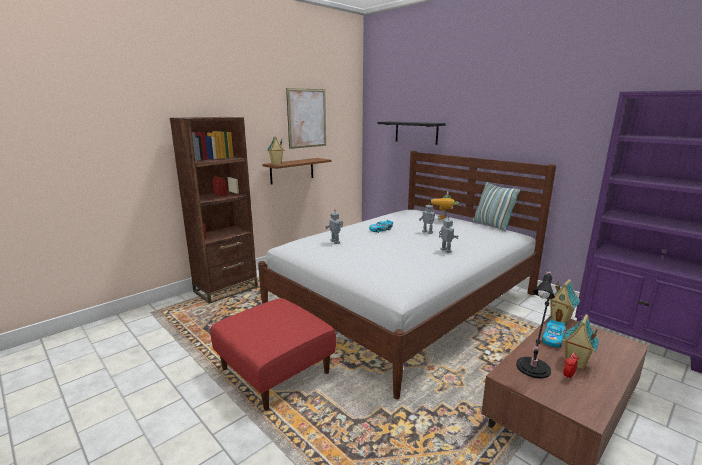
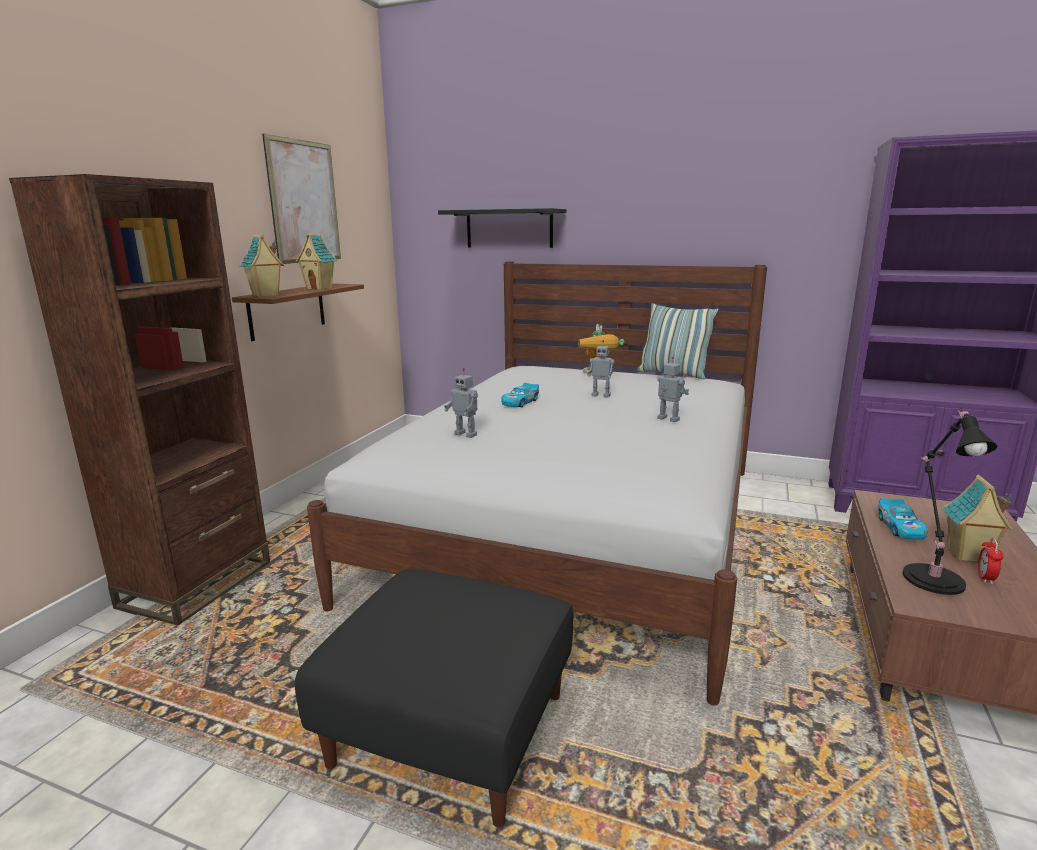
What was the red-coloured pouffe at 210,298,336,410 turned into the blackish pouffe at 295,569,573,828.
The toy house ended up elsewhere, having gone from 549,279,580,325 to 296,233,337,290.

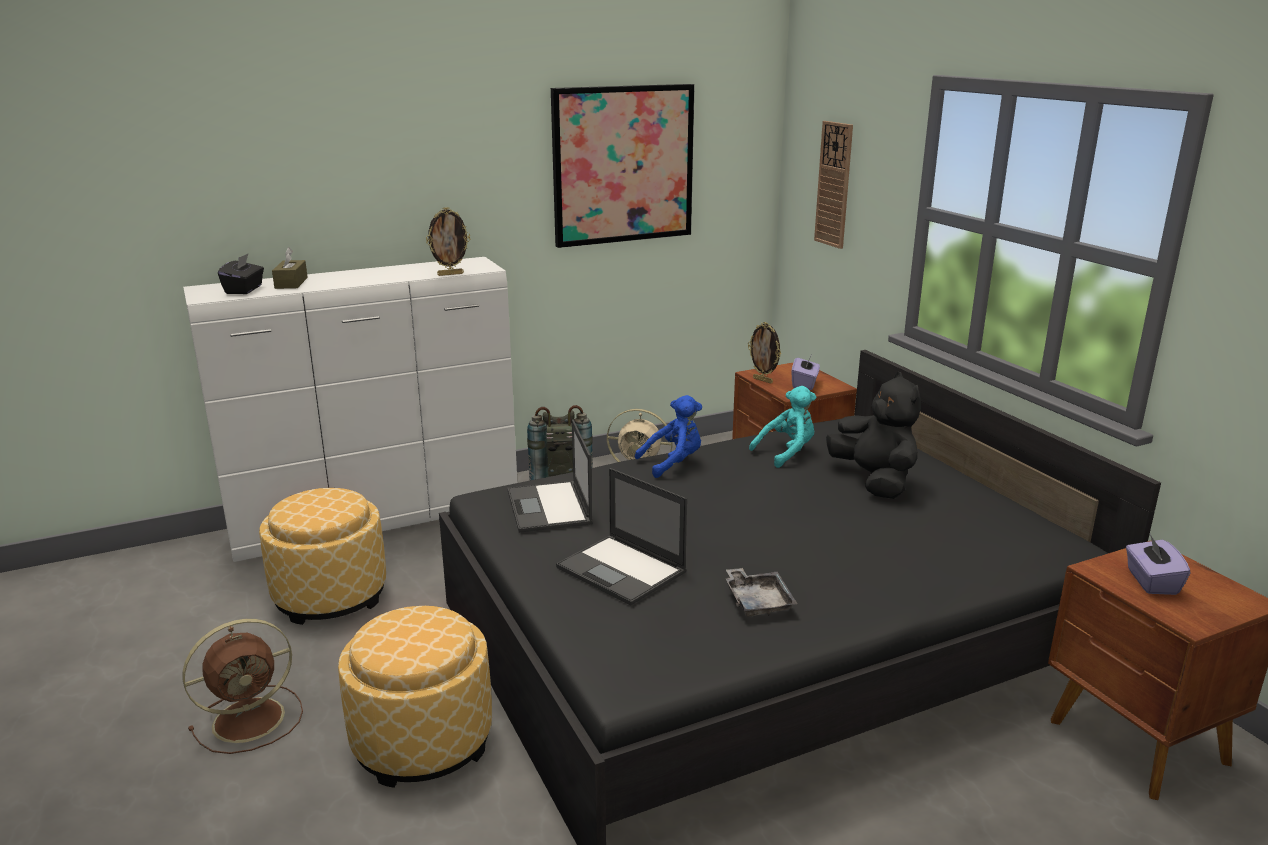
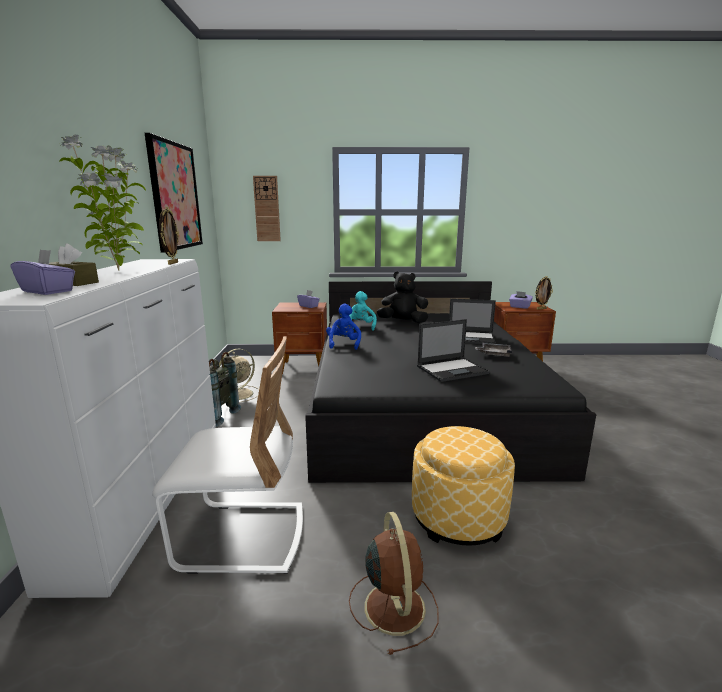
What was the blackish tissue holder at 218,254,264,294 turned into the purplish tissue holder at 11,249,75,295.
The second view gained the plant in a pot at 59,135,146,271.
Where the pouffe stood at 259,488,386,625, the white-coloured upright chair came to stand at 152,336,303,574.
The notebook computer ended up elsewhere, having gone from 508,419,593,533 to 449,299,496,344.
The photo frame ended up elsewhere, having gone from 748,322,781,383 to 536,276,553,310.

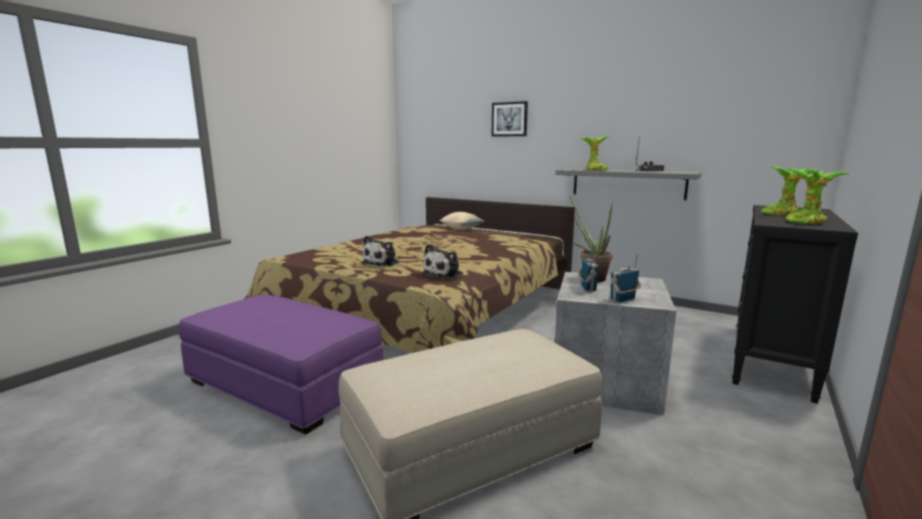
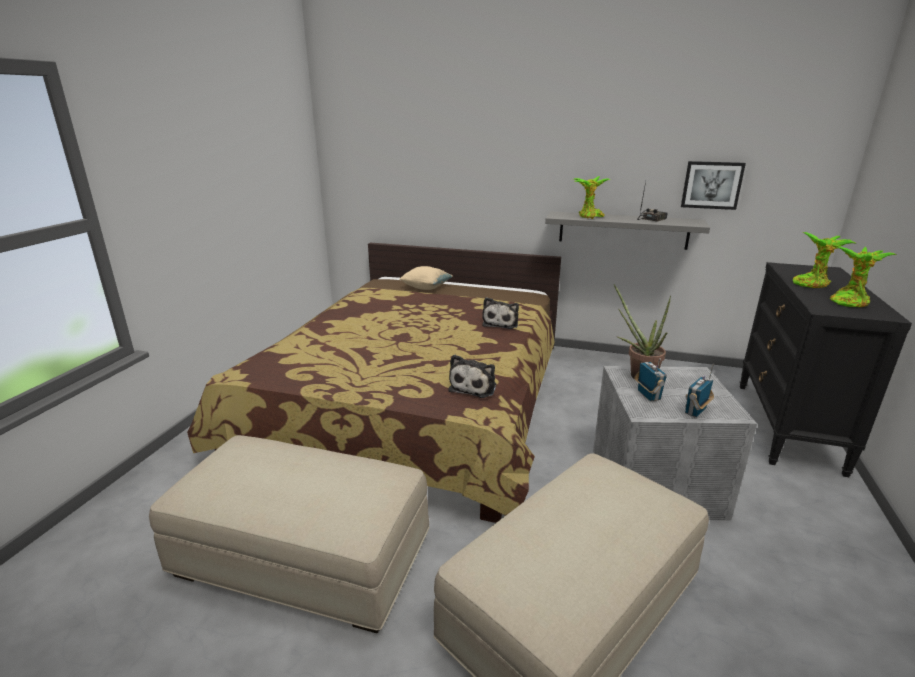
What was the purplish pouffe at 179,294,383,434 turned into the sand-coloured pouffe at 149,435,430,633.
The soft toy ended up elsewhere, having gone from 361,236,400,267 to 482,297,519,329.
The wall art ended up elsewhere, having gone from 491,101,528,137 to 681,161,746,210.

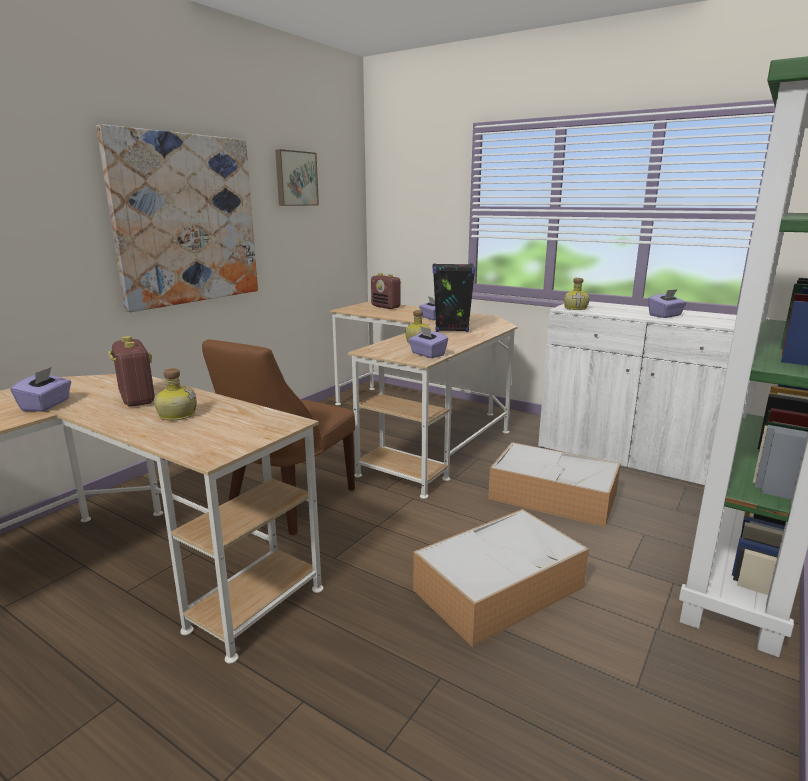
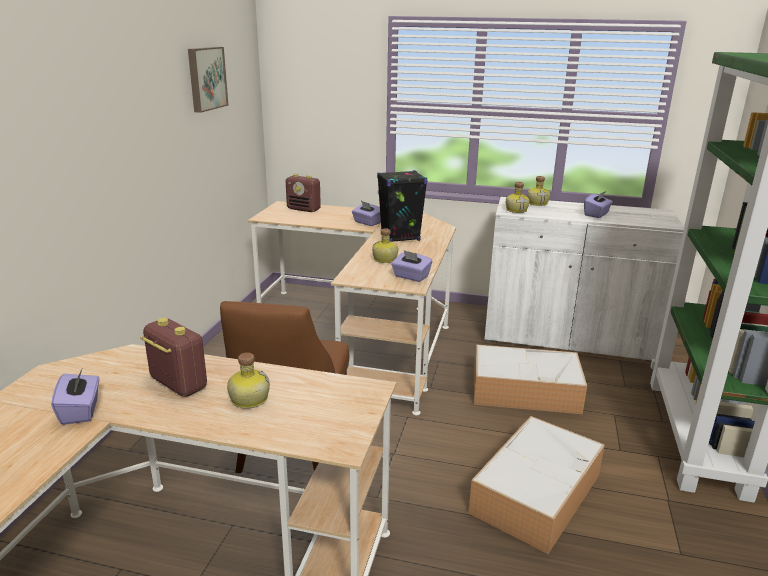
The second view gained the drink bottle at 527,176,550,206.
The second view lost the wall art at 96,124,258,312.

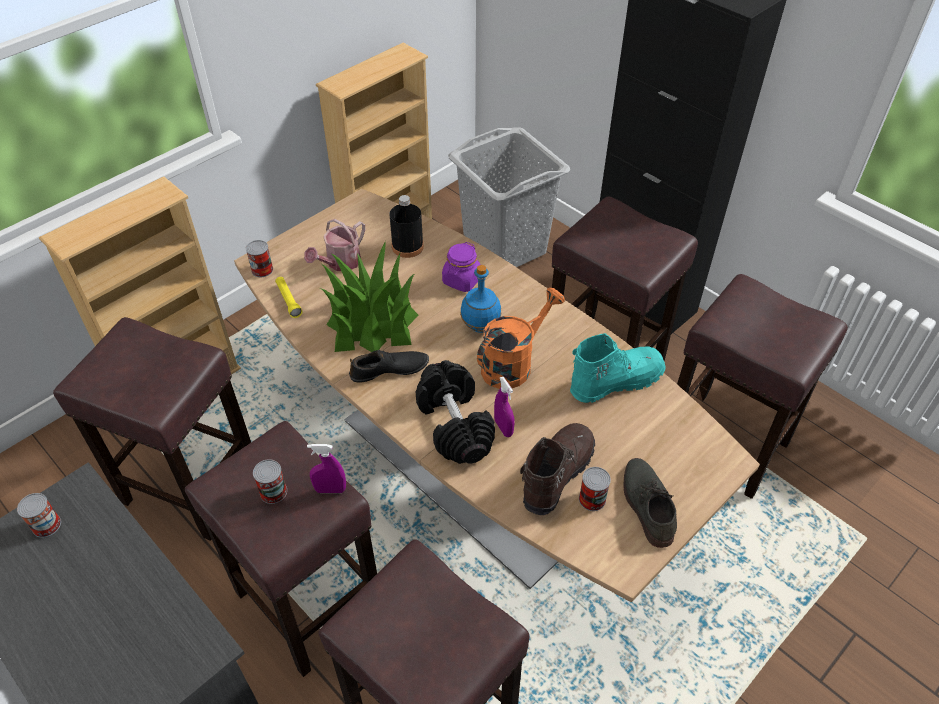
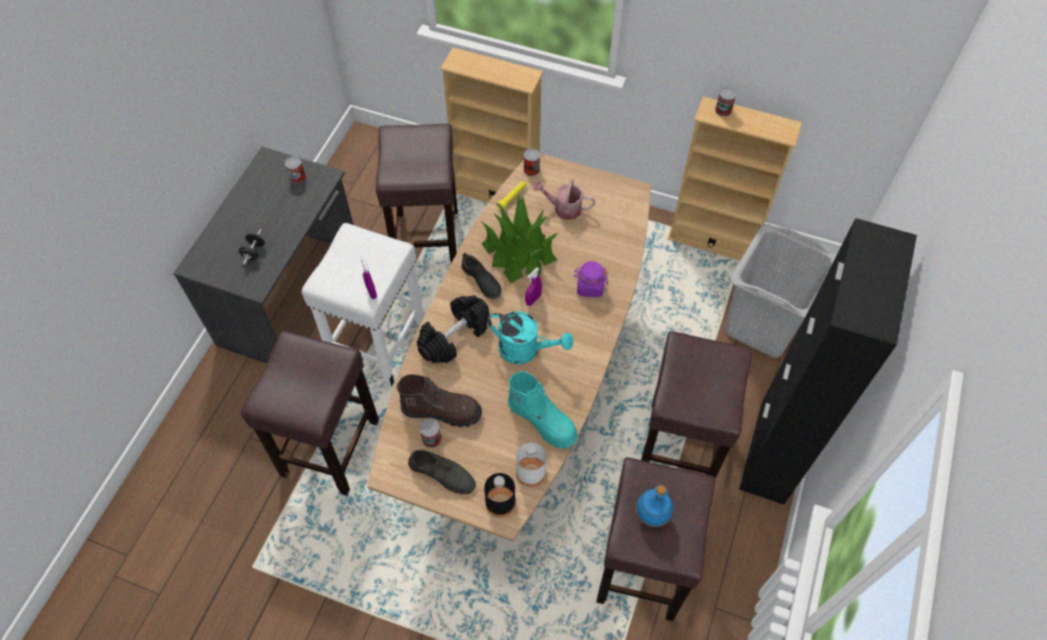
The second view gained the blackish dumbbell at 239,229,265,265.
What was the brown-coloured sitting stool at 185,421,377,677 turned into the white-coloured sitting stool at 302,223,424,387.
The gray shoe at 623,458,677,548 ended up facing another way, 60 degrees clockwise from before.
The blackish drink bottle ended up elsewhere, having gone from 389,195,424,258 to 484,473,516,517.
What was the orange watering can at 477,287,565,389 turned into the blue-green watering can at 488,311,573,364.
The second view gained the white-coloured drink bottle at 516,443,546,487.
The purplish spray bottle ended up elsewhere, having gone from 494,377,515,437 to 525,268,542,306.
The blue drink bottle ended up elsewhere, having gone from 460,265,501,333 to 636,485,673,527.
The metal can ended up elsewhere, having gone from 253,459,287,504 to 715,87,737,117.

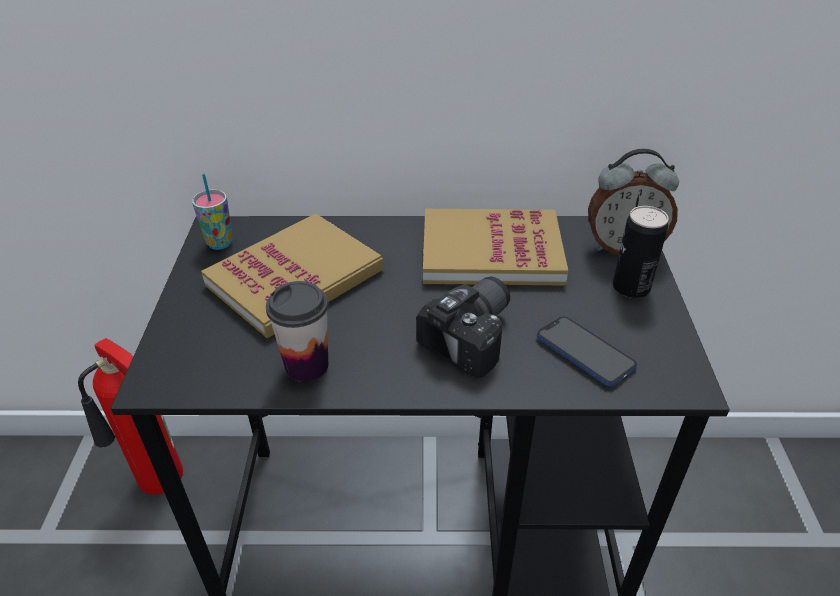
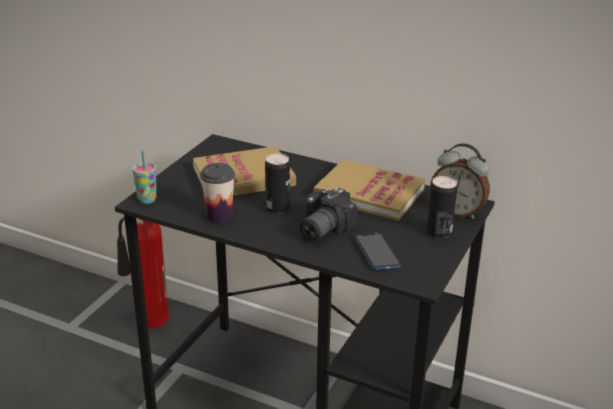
The drinking cup ended up elsewhere, having gone from 192,174,233,250 to 133,150,157,204.
The second view gained the metal can at 265,153,290,214.
The photo camera at 416,277,510,378 ended up facing another way, 150 degrees clockwise from before.

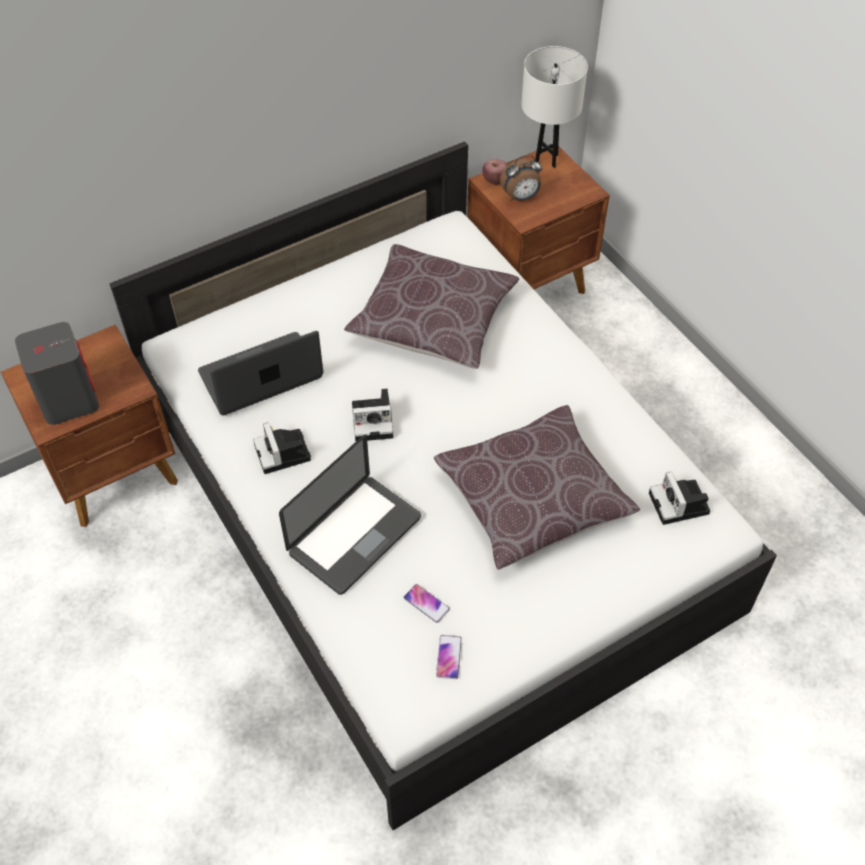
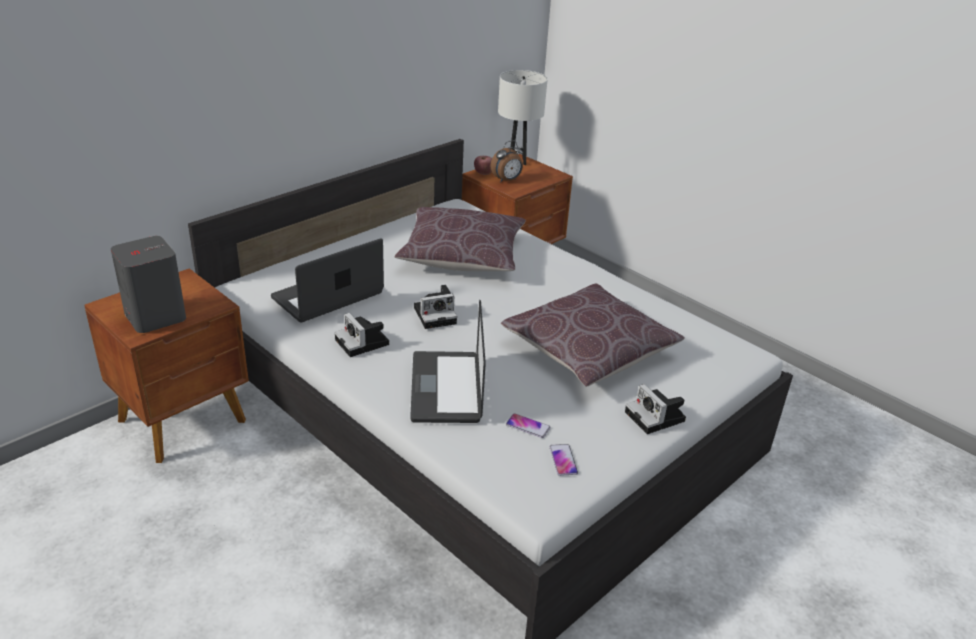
The notebook computer at 279,434,421,595 ended up facing another way, 150 degrees clockwise from before.
The photo camera ended up elsewhere, having gone from 649,471,710,525 to 625,384,686,434.

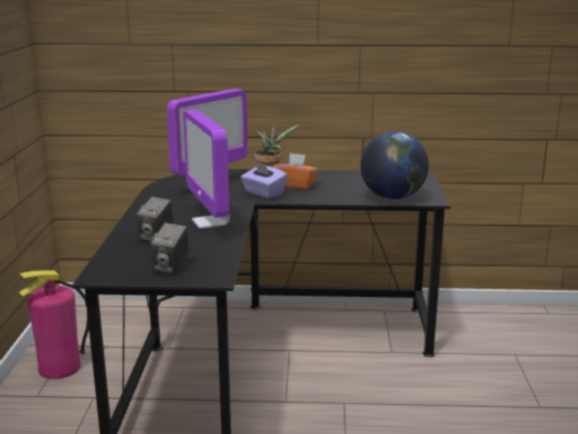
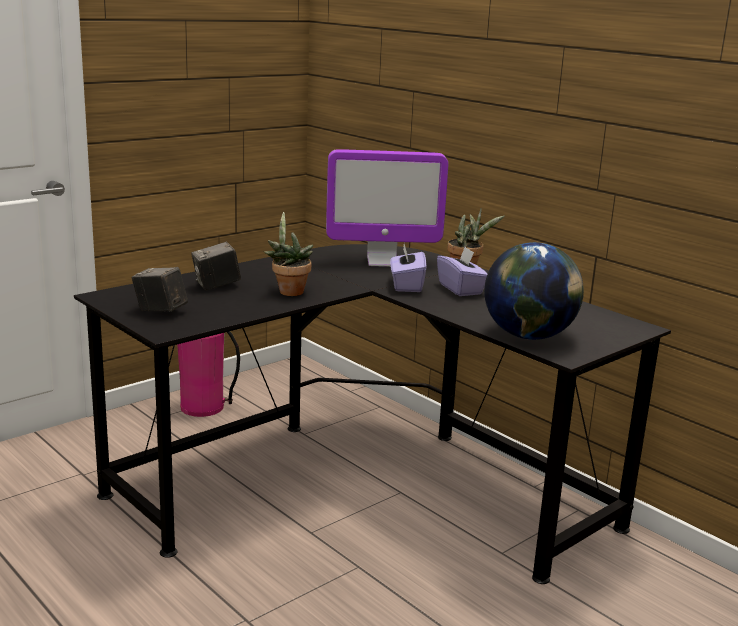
The photo camera at 151,223,189,274 ended up facing another way, 60 degrees clockwise from before.
Where the computer screen stood at 183,110,230,229, the plant in a pot came to stand at 263,212,313,296.
What was the orange tissue holder at 273,153,318,189 turned into the purplish tissue holder at 437,247,488,296.

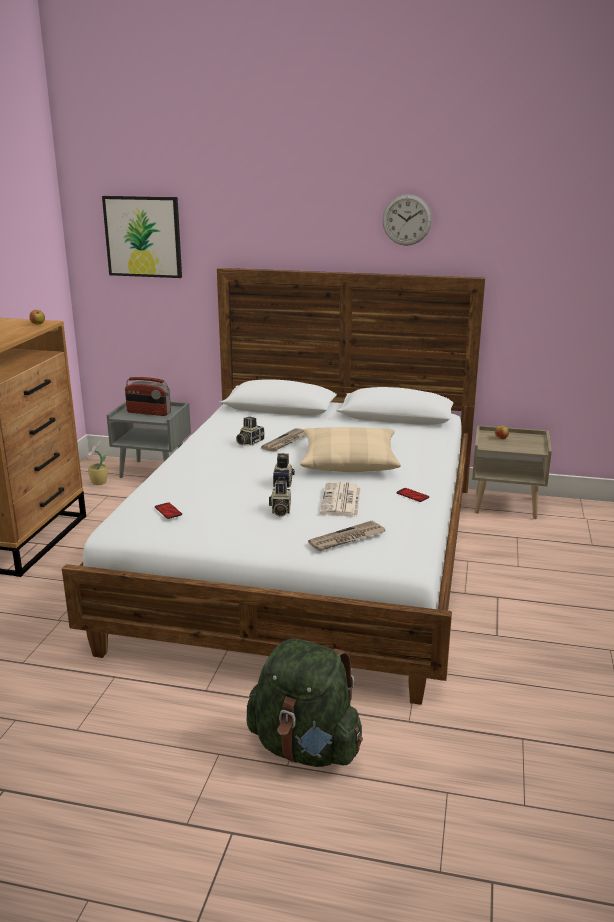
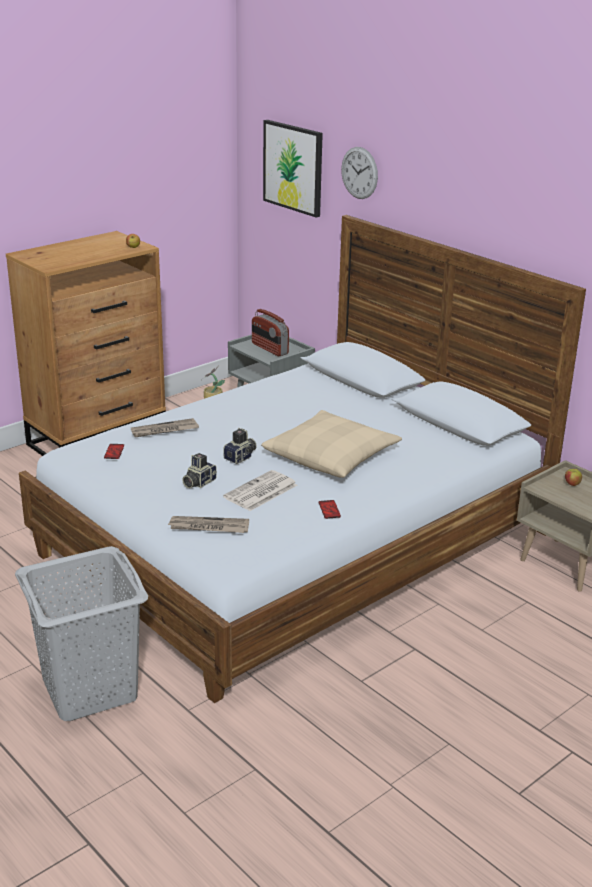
Where the green knapsack stood at 247,638,363,767, the gray washing basket came to stand at 15,546,148,721.
The daily paper ended up elsewhere, having gone from 261,428,306,452 to 131,418,199,437.
The hanging clock ended up elsewhere, having gone from 382,194,432,246 to 341,147,378,199.
The second view lost the photo camera at 236,417,265,445.

